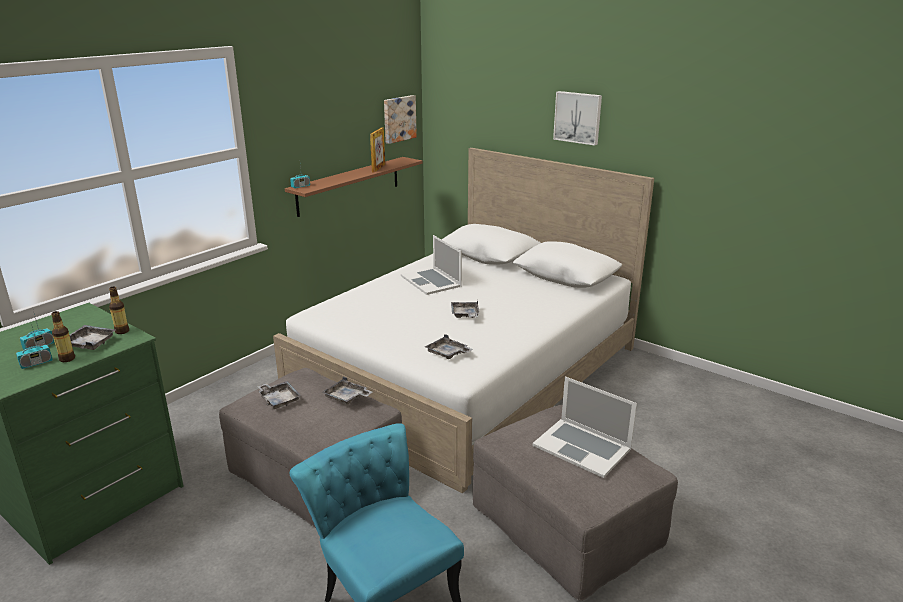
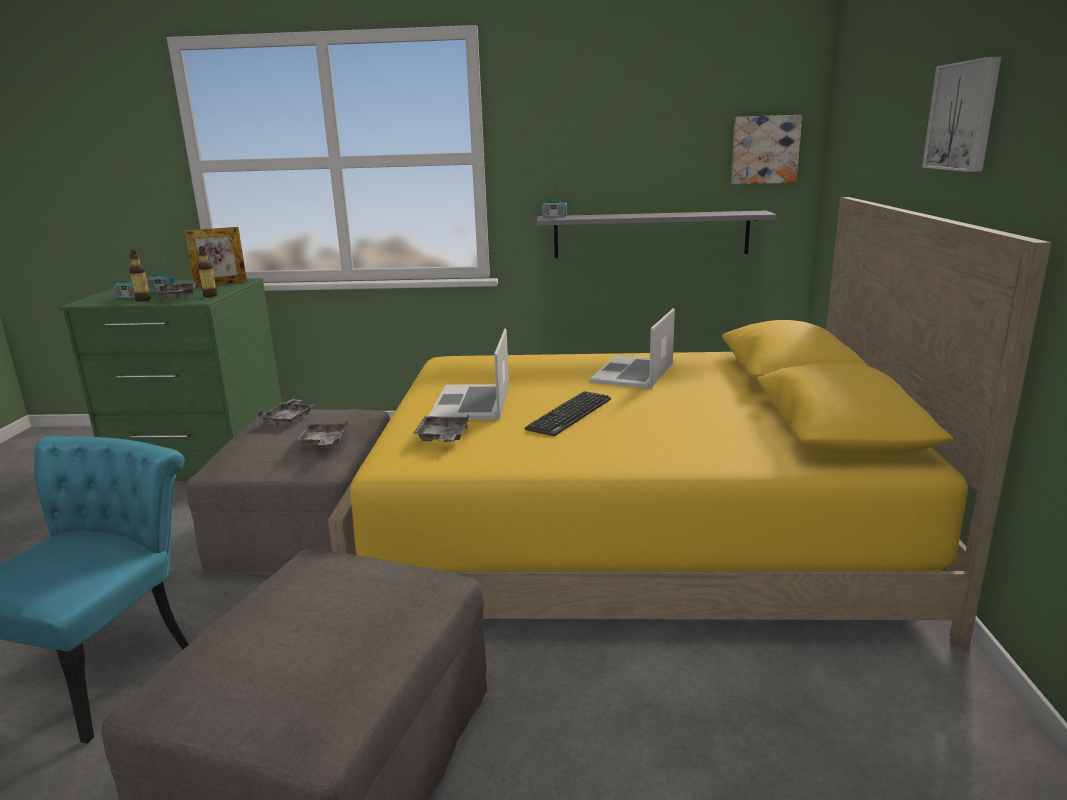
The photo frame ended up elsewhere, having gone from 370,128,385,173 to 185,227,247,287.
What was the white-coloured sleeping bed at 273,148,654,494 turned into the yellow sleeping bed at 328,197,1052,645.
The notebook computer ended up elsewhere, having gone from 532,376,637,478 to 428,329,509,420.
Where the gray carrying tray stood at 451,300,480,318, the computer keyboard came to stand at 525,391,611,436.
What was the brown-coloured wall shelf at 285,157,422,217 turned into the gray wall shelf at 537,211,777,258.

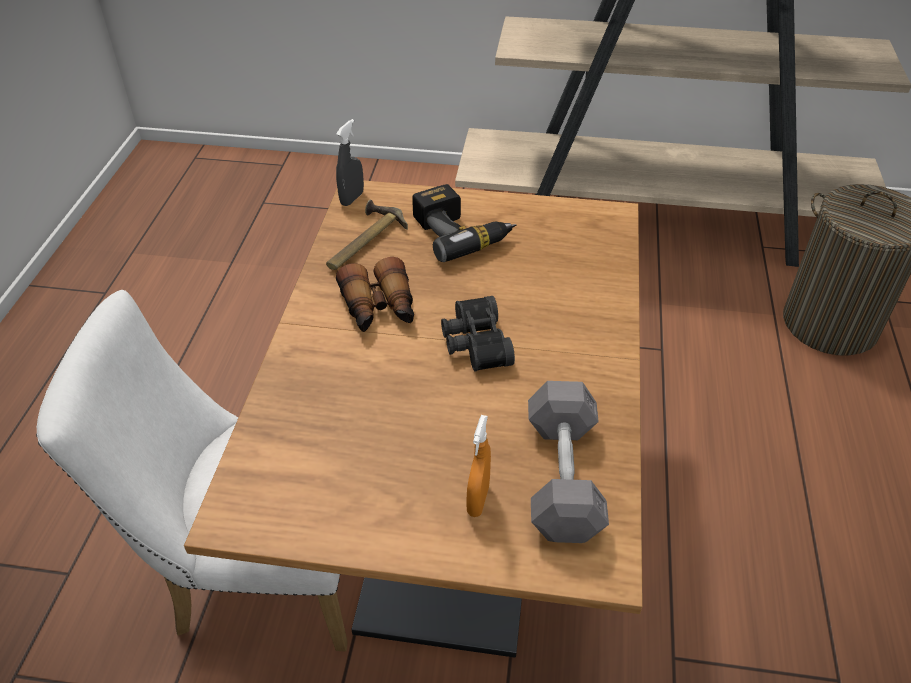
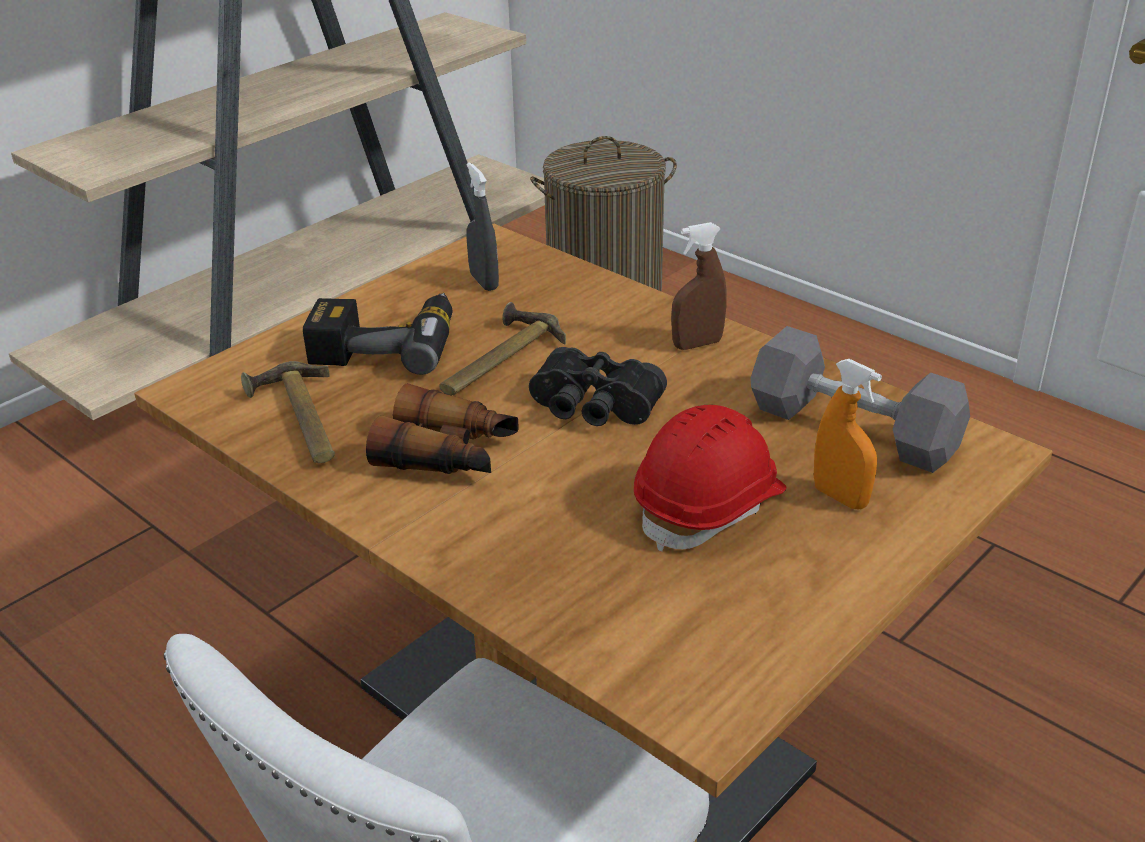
The second view gained the hammer at 439,302,566,395.
The gray spray bottle ended up elsewhere, having gone from 336,119,364,206 to 466,162,499,291.
The second view gained the red-coloured work helmet at 634,405,786,552.
The second view gained the brown-coloured spray bottle at 671,222,727,350.

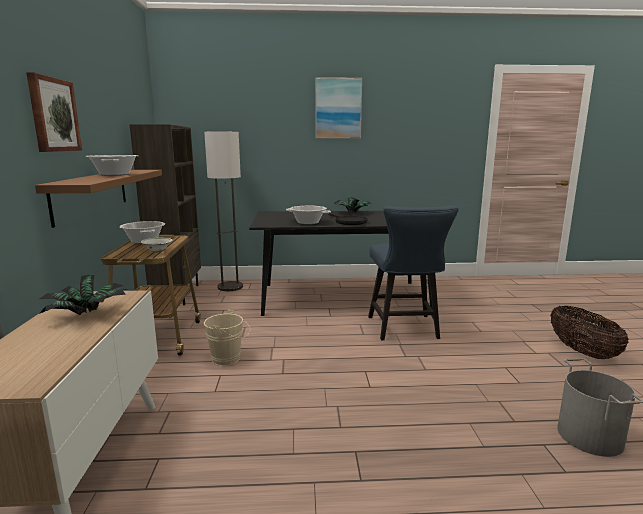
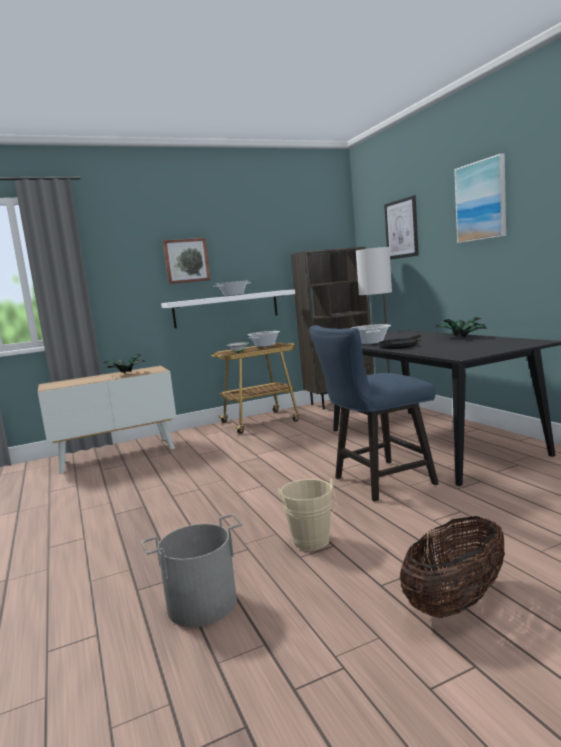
What was the brown-coloured wall shelf at 35,170,162,228 turned into the white-coloured wall shelf at 161,289,295,328.
The sand-coloured pail ended up elsewhere, having gone from 204,310,250,366 to 278,479,336,551.
The second view gained the wall art at 384,195,419,259.

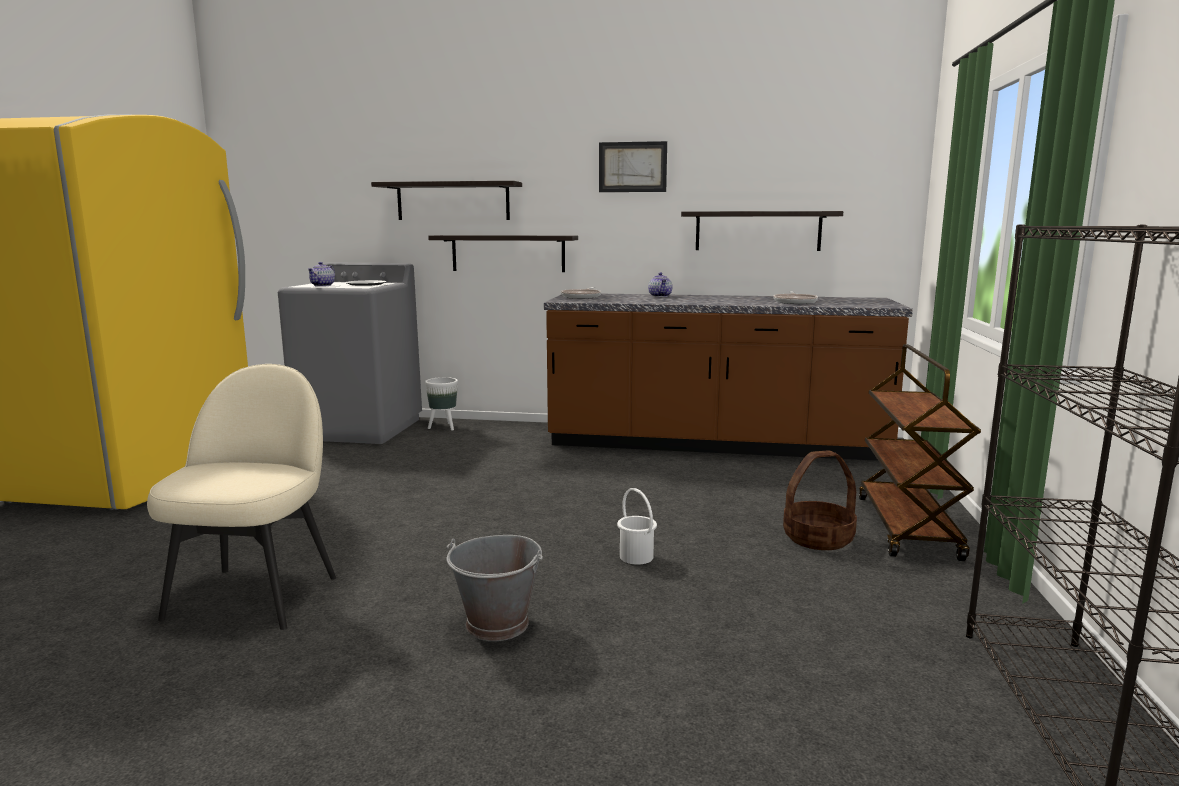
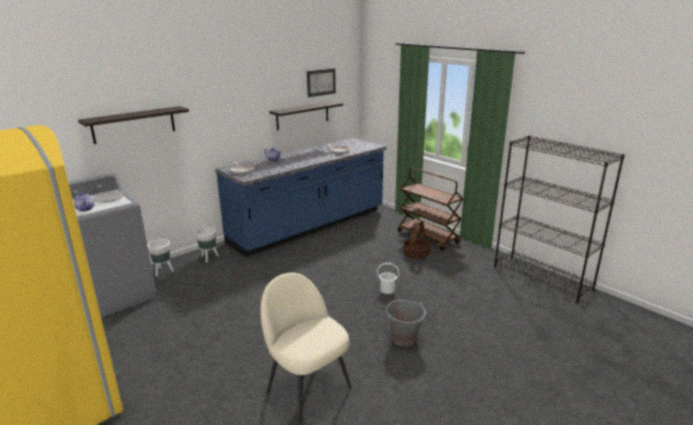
The second view gained the white-coloured planter at 195,227,219,263.
What was the brown-coloured counter at 544,294,913,461 turned into the blue counter at 215,138,386,257.
The wall art ended up elsewhere, having gone from 599,141,667,192 to 307,68,336,97.
The second view lost the wall shelf at 428,235,578,272.

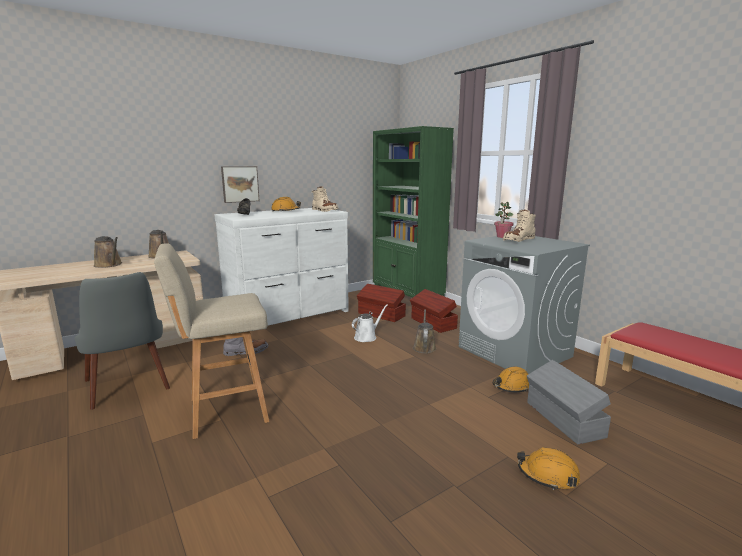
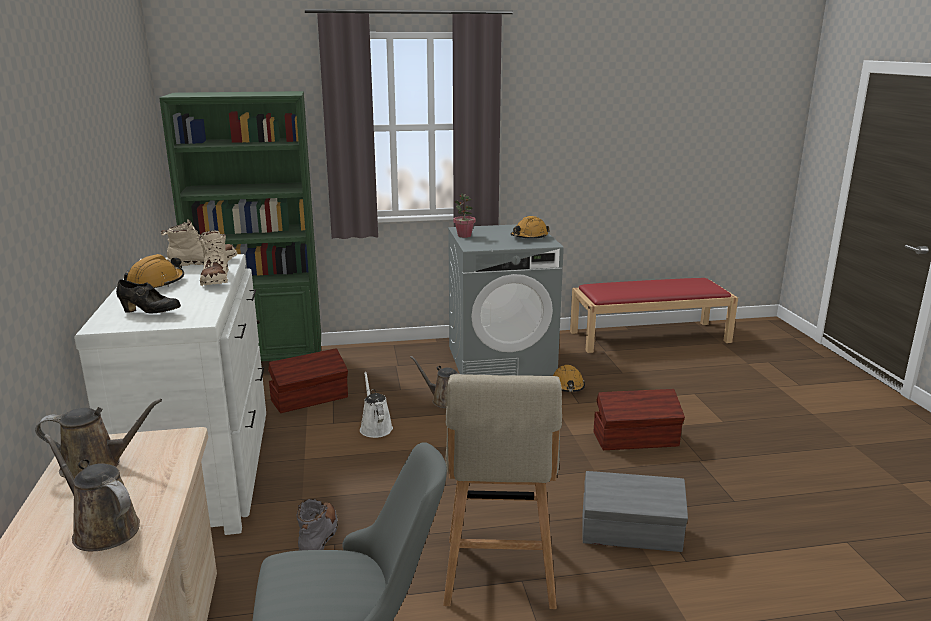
The brown-coloured watering can at 94,236,122,268 ended up facing another way, 120 degrees counterclockwise from before.
The sand-coloured boot ended up elsewhere, having gone from 503,210,536,242 to 198,230,229,287.
The orange work helmet ended up elsewhere, having gone from 517,447,580,490 to 511,216,550,239.
The gray storage bin ended up elsewhere, having gone from 527,360,611,444 to 582,471,688,552.
The brown-coloured storage bin ended up elsewhere, having gone from 410,289,458,333 to 594,389,685,450.
The second view lost the wall art at 221,166,259,203.

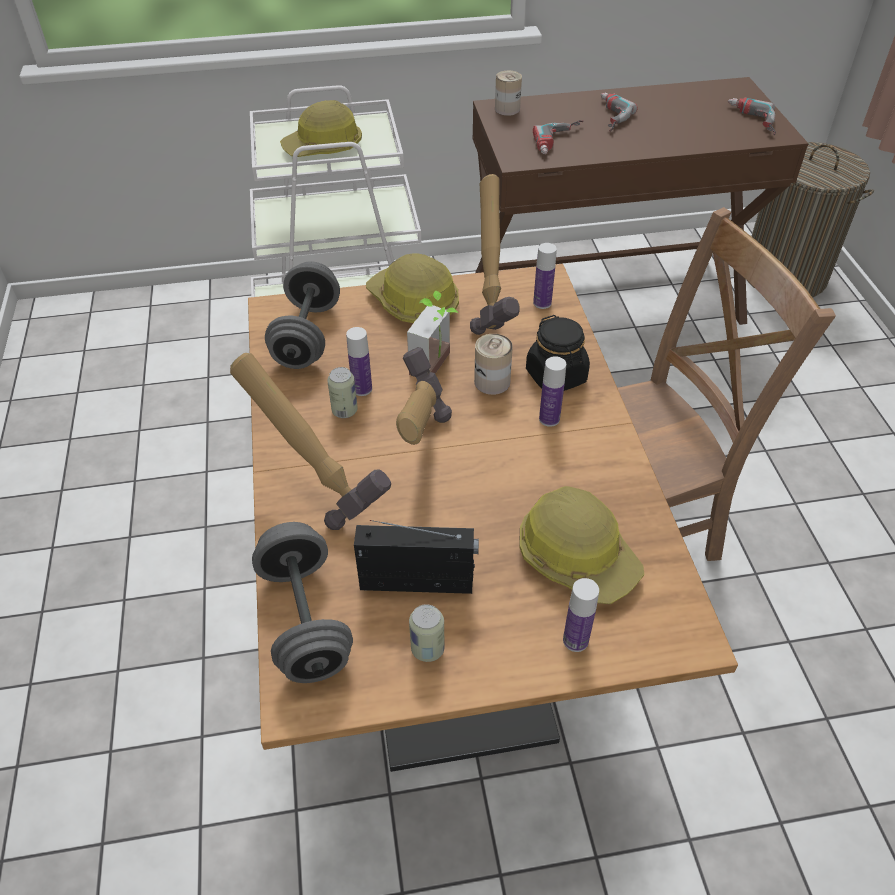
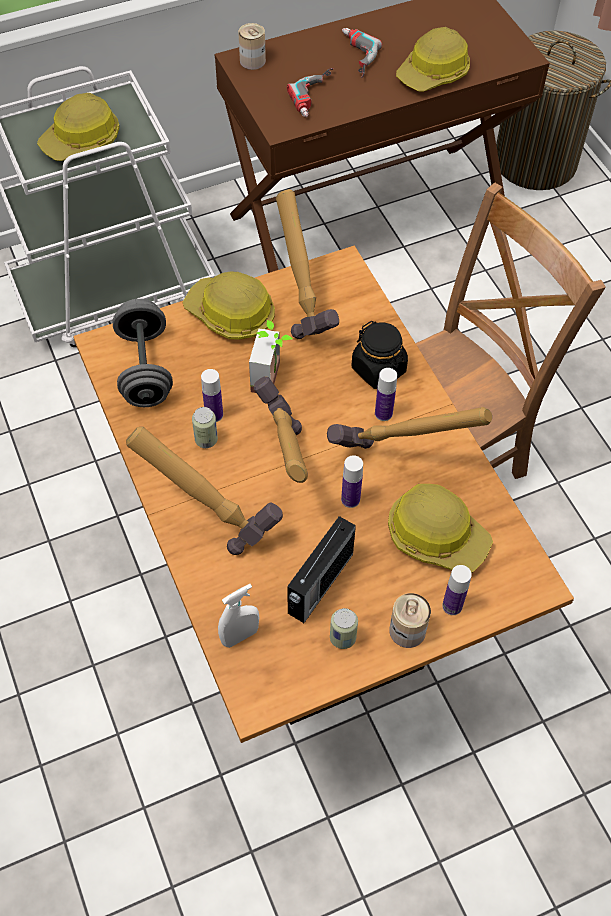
Where the gray dumbbell stood at 252,522,353,683, the white-coloured spray bottle came to stand at 218,584,259,648.
The radio set at 354,520,479,594 ended up facing another way, 135 degrees clockwise from before.
The second view gained the hammer at 327,407,492,449.
The drink bottle ended up elsewhere, having gone from 533,243,557,309 to 341,455,363,508.
The metal can ended up elsewhere, having gone from 474,334,513,395 to 389,593,431,648.
The second view gained the work helmet at 396,27,470,91.
The second view lost the drill at 728,97,776,135.

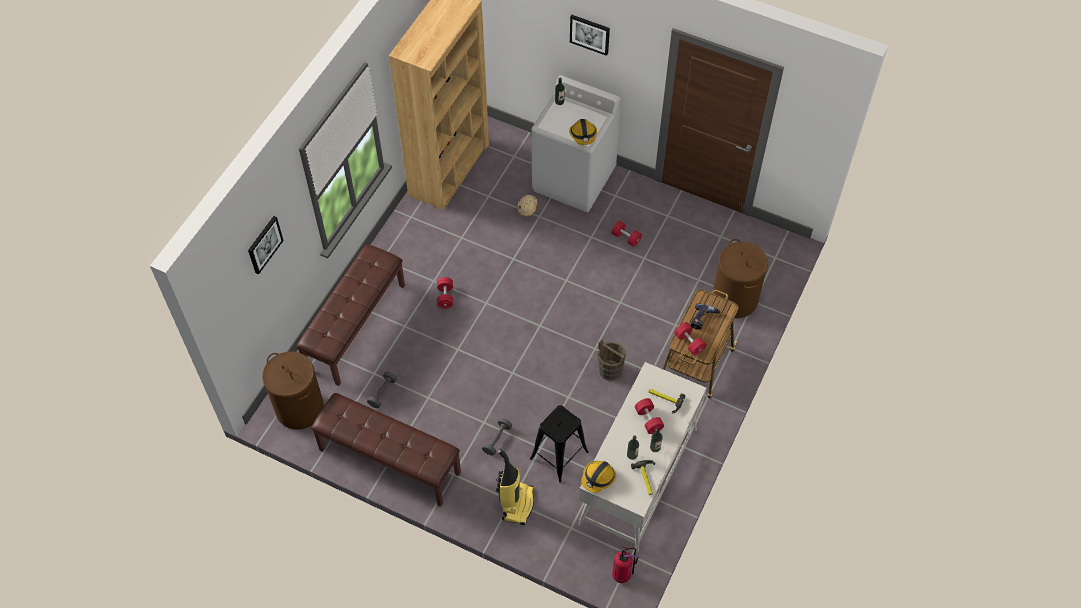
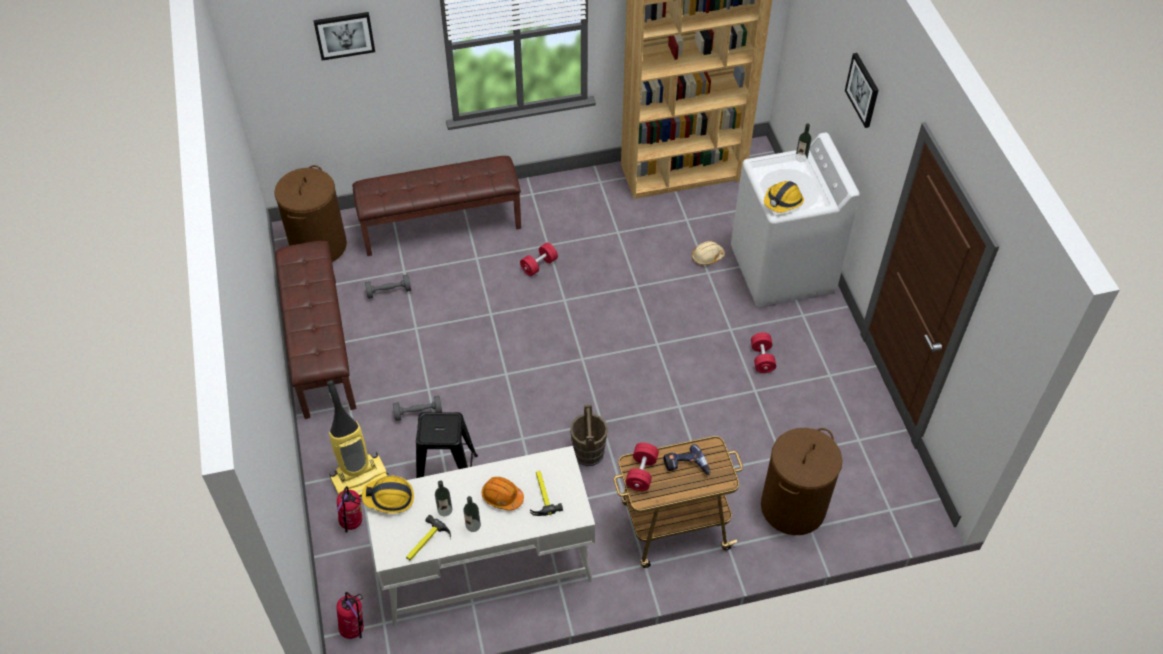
The second view gained the fire-fighting cylinder at 337,486,362,533.
Where the red-coloured dumbbell stood at 635,398,664,434, the orange work helmet came to stand at 482,477,524,511.

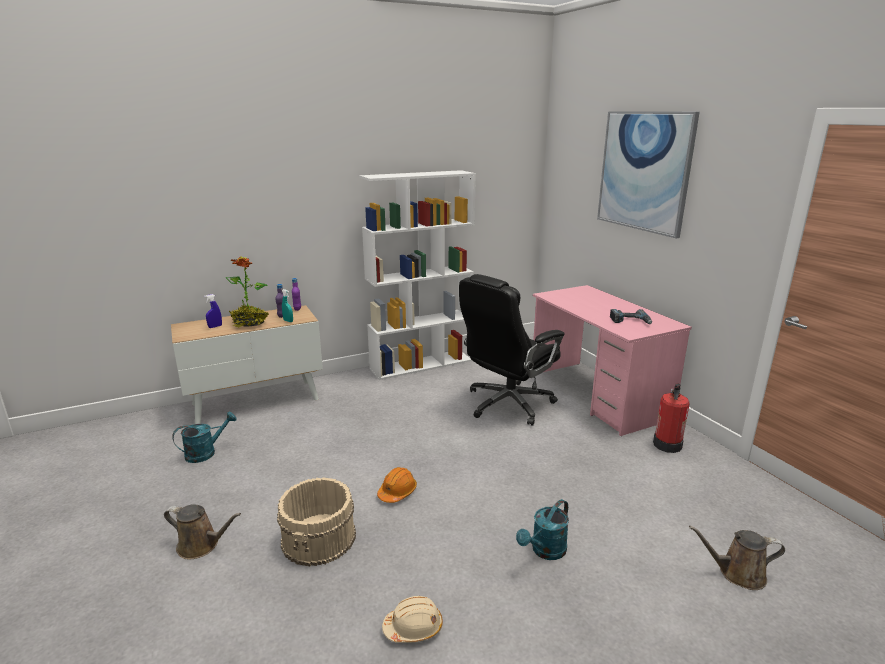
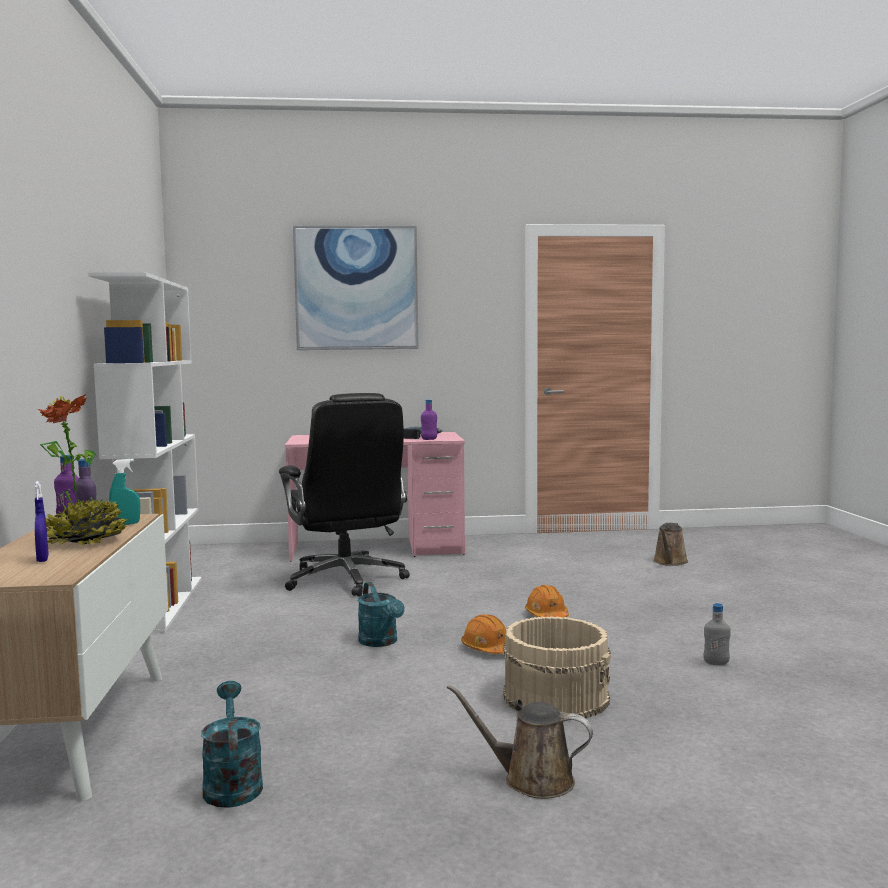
The blue-green watering can ended up elsewhere, having gone from 516,499,569,560 to 358,582,405,647.
The second view gained the purplish drink bottle at 421,399,437,440.
The brown-coloured watering can at 164,504,241,560 ended up facing another way, 105 degrees counterclockwise from before.
The second view gained the orange work helmet at 525,585,569,618.
Where the sand-coloured work helmet stood at 382,596,443,643, the gray drink bottle came to stand at 703,603,731,665.
The second view lost the fire-fighting cylinder at 653,384,690,453.

